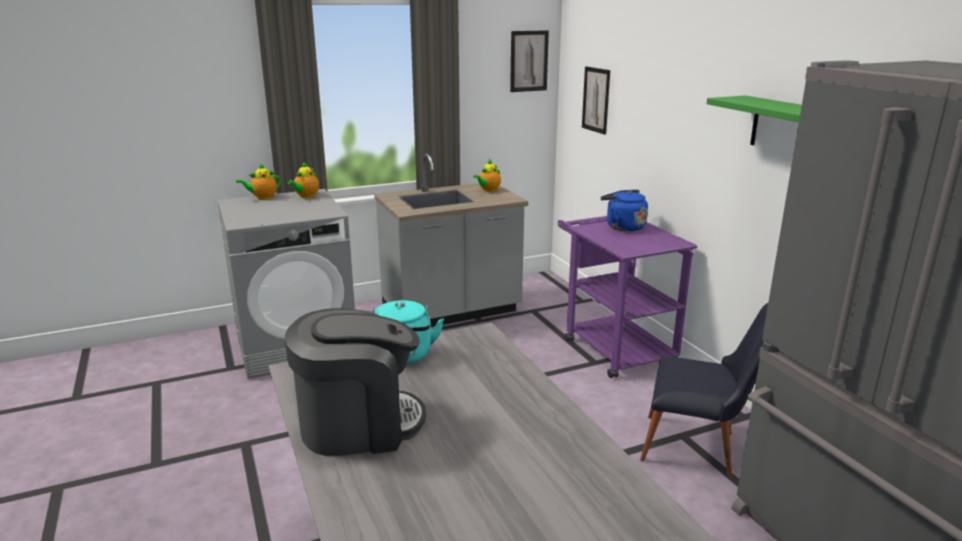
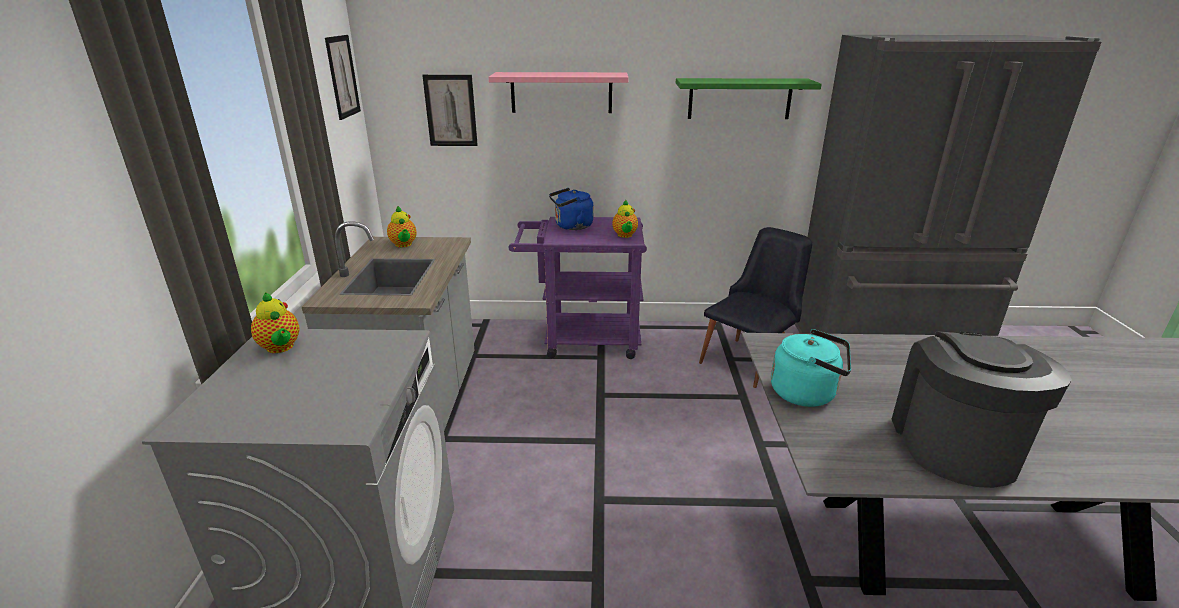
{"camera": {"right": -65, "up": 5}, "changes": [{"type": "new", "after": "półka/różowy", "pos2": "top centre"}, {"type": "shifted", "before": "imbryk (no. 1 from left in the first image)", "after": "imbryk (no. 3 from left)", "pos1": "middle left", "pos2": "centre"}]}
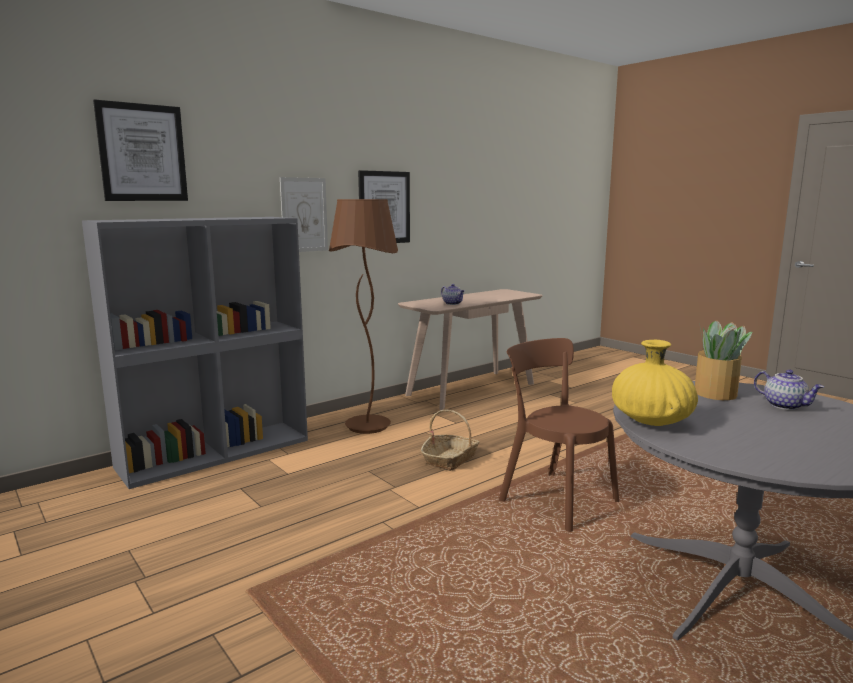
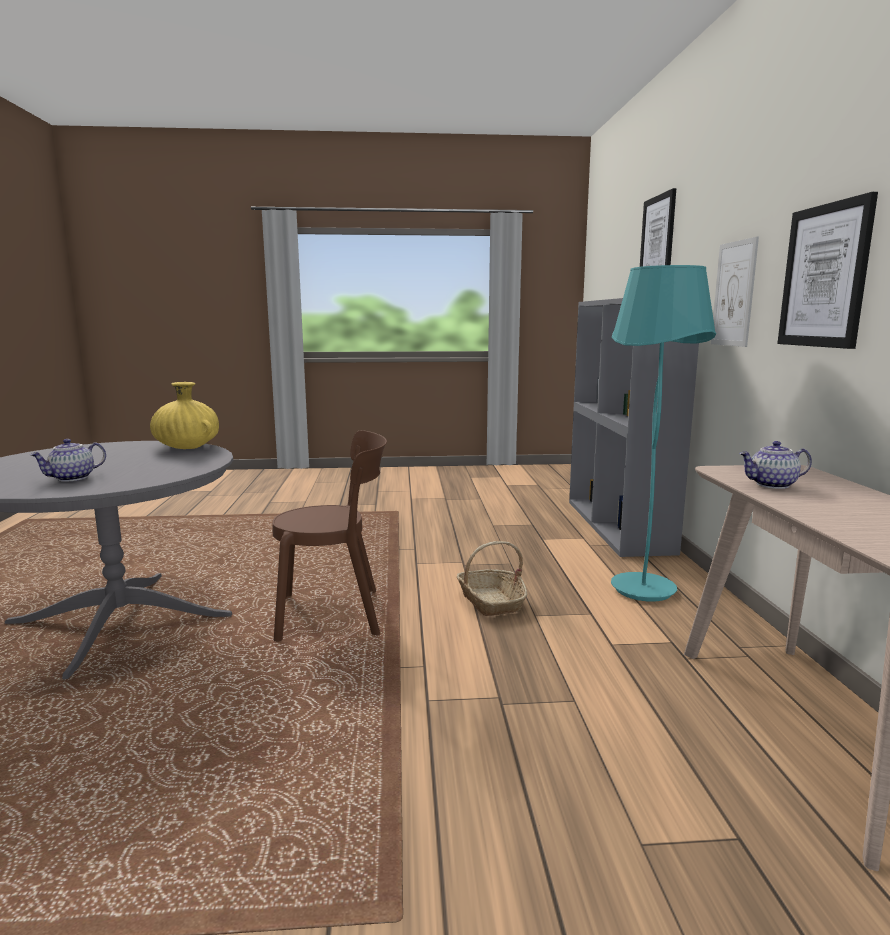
{"camera": {"right": 125, "up": 0}, "changes": [{"type": "gone", "before": "roślina doniczkowa", "pos1": "middle right"}, {"type": "repainted", "before": "lampa stojąca/brązowy", "after": "lampa stojąca/turkusowy", "pos1": "centre", "pos2": "middle right"}, {"type": "rotated", "before": "imbryk (no. 2 from left in the first image)", "pos1": "middle right", "pos2": "middle left", "turn": -45}]}
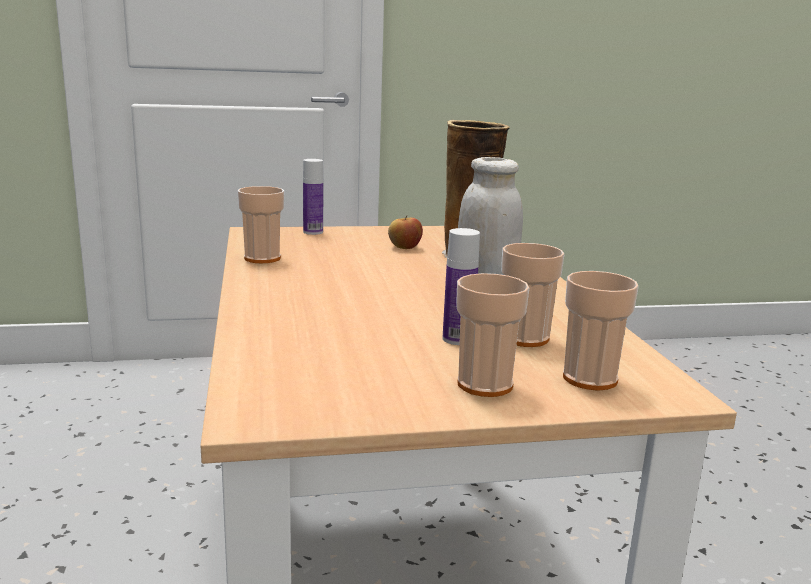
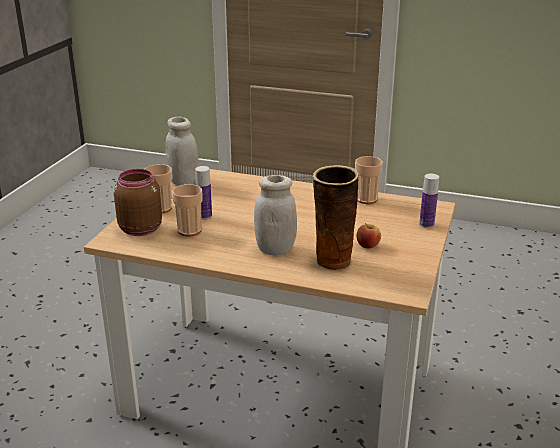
{"camera": {"right": 120, "up": 10}, "changes": [{"type": "new", "after": "słoik/biały (no. 1 from left)", "pos2": "middle left"}, {"type": "swapped", "before": "filiżanka (no. 4 from left)", "after": "słoik/brązowy", "pos1": "middle right", "pos2": "middle left"}]}
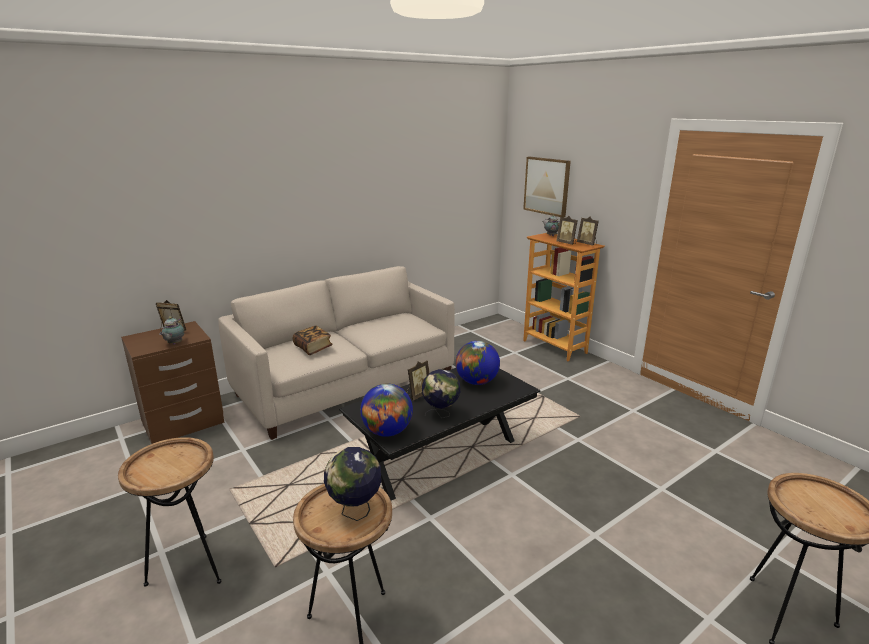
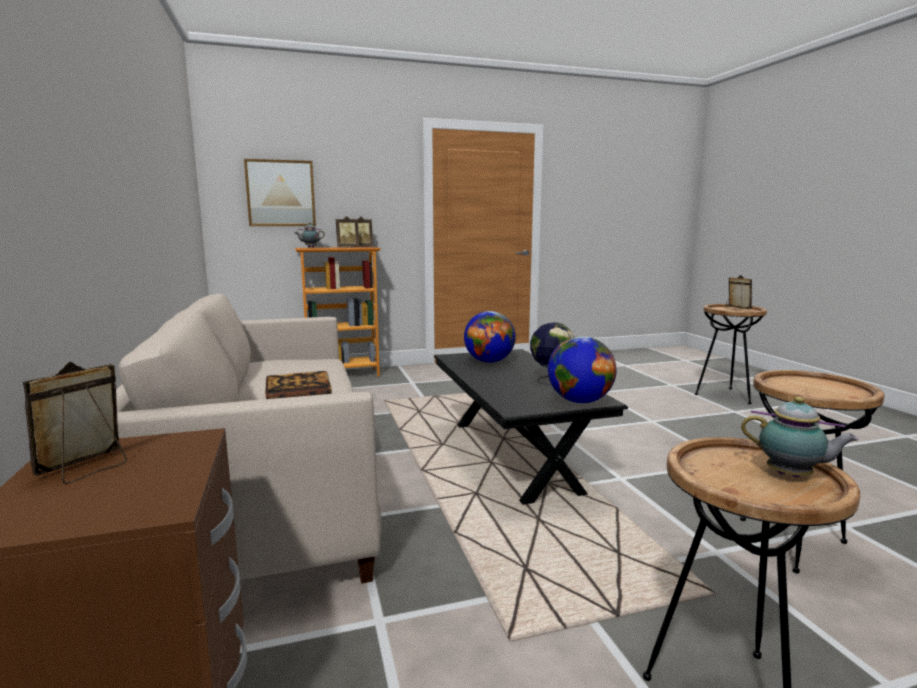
{"camera": {"right": -70, "up": -10}, "changes": [{"type": "gone", "before": "globus (no. 1 from left)", "pos1": "bottom centre"}, {"type": "shifted", "before": "imbryk (no. 1 from left in the first image)", "after": "imbryk (no. 2 from left)", "pos1": "middle left", "pos2": "middle right"}, {"type": "shifted", "before": "ramka na zdjęcie (no. 2 from left in the first image)", "after": "ramka na zdjęcie (no. 4 from left)", "pos1": "centre", "pos2": "middle right"}]}
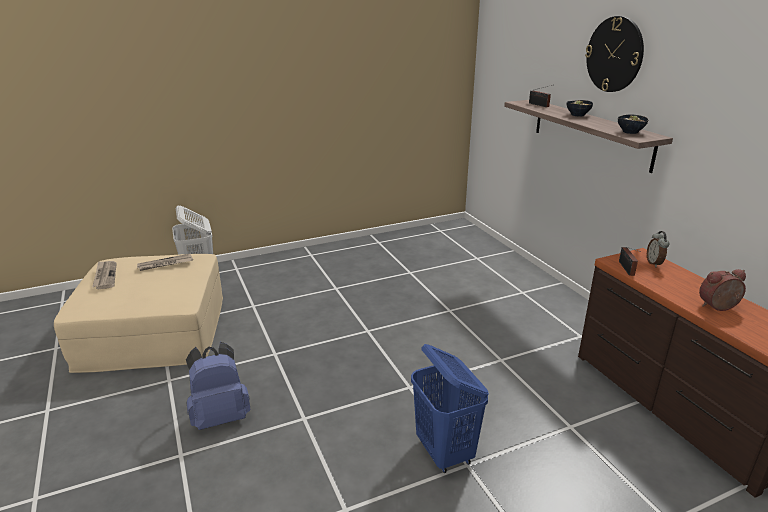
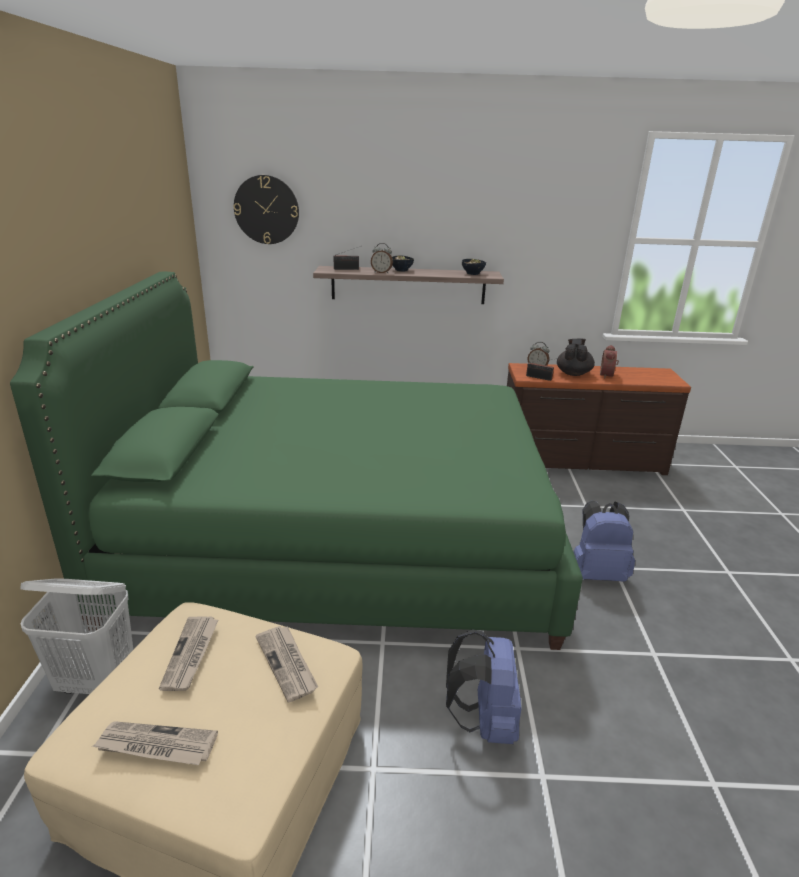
{"camera": {"right": -65, "up": 0}, "changes": [{"type": "new", "after": "łóżko/zielony", "pos2": "centre"}, {"type": "new", "after": "gazeta (no. 3 from left)", "pos2": "bottom centre"}, {"type": "new", "after": "budzik (no. 1 from left)", "pos2": "top centre"}, {"type": "new", "after": "imbryk/czarny", "pos2": "middle right"}, {"type": "shifted", "before": "zegar ścienny", "pos1": "top right", "pos2": "top left"}, {"type": "swapped", "before": "kosz na pranie/niebieski", "after": "plecak/niebieski (no. 2 from left)", "pos1": "bottom centre", "pos2": "middle right"}]}
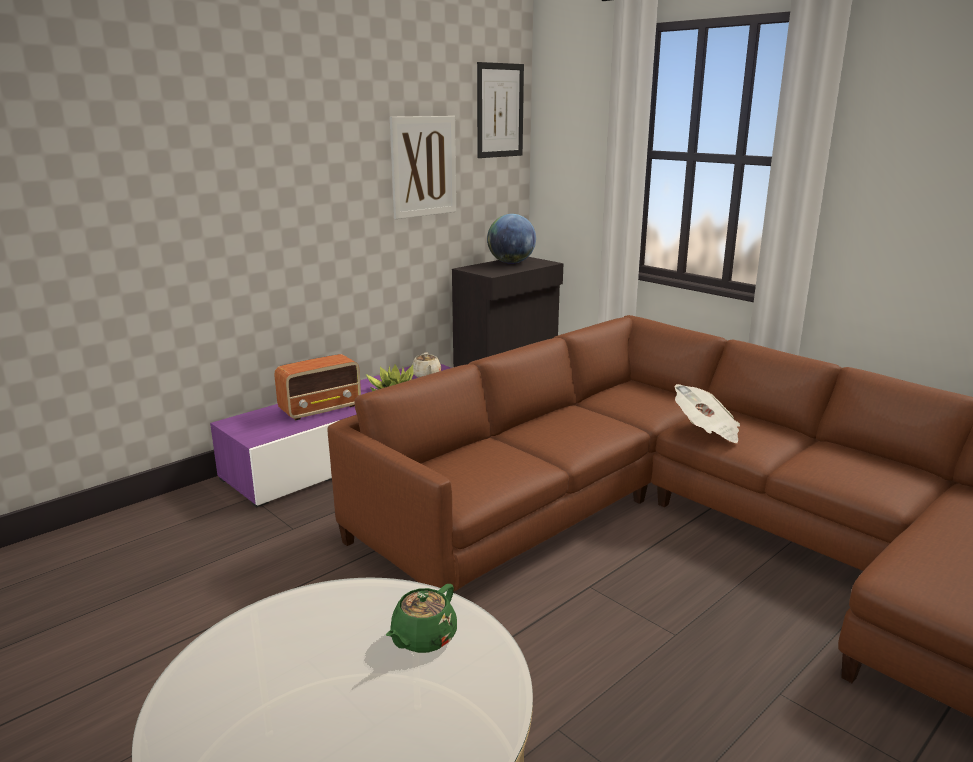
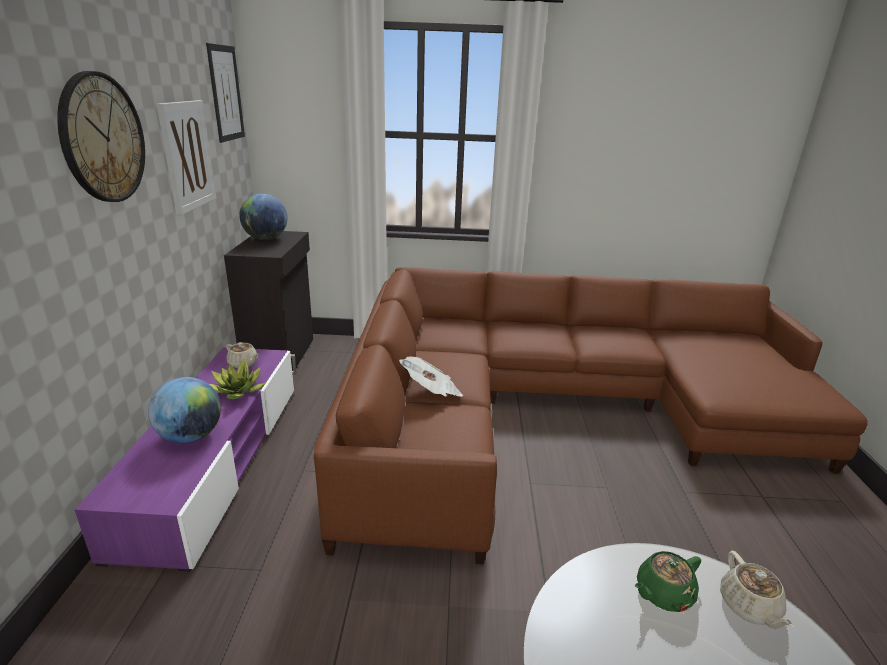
{"camera": {"right": -45, "up": 5}, "changes": [{"type": "new", "after": "zegar ścienny", "pos2": "top left"}, {"type": "new", "after": "imbryk/beżowy (no. 2 from left)", "pos2": "bottom right"}, {"type": "shifted", "before": "gazeta", "pos1": "middle right", "pos2": "centre"}, {"type": "swapped", "before": "radio", "after": "globus (no. 1 from left)", "pos1": "middle left", "pos2": "middle left"}, {"type": "rotated", "before": "imbryk/zielony", "pos1": "bottom centre", "pos2": "bottom right", "turn": 75}]}
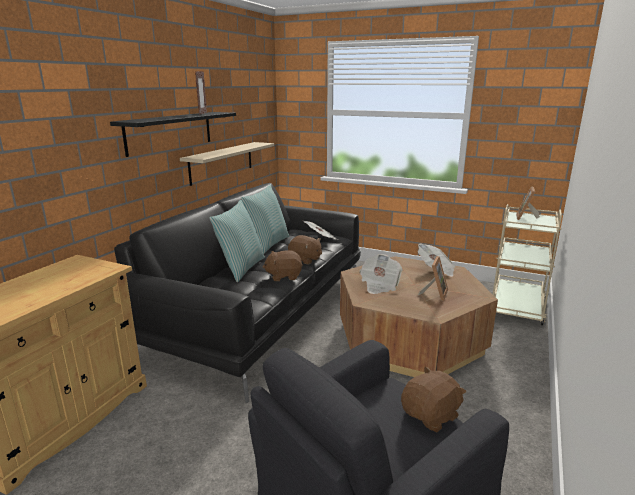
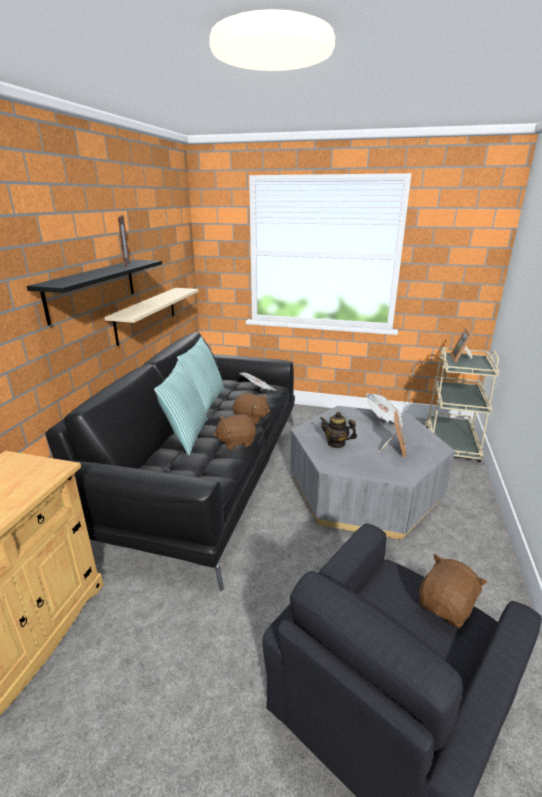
{"camera": {"right": -10, "up": 5}, "changes": [{"type": "swapped", "before": "gazeta (no. 2 from left)", "after": "imbryk", "pos1": "centre", "pos2": "centre"}, {"type": "repainted", "before": "ława/brązowy", "after": "ława/szary", "pos1": "centre", "pos2": "middle right"}]}
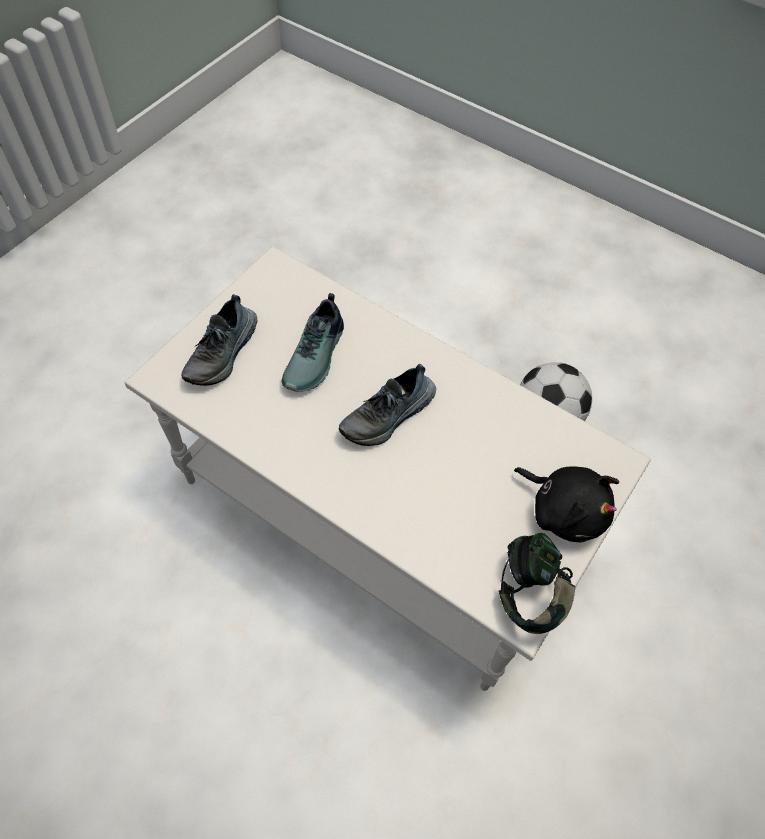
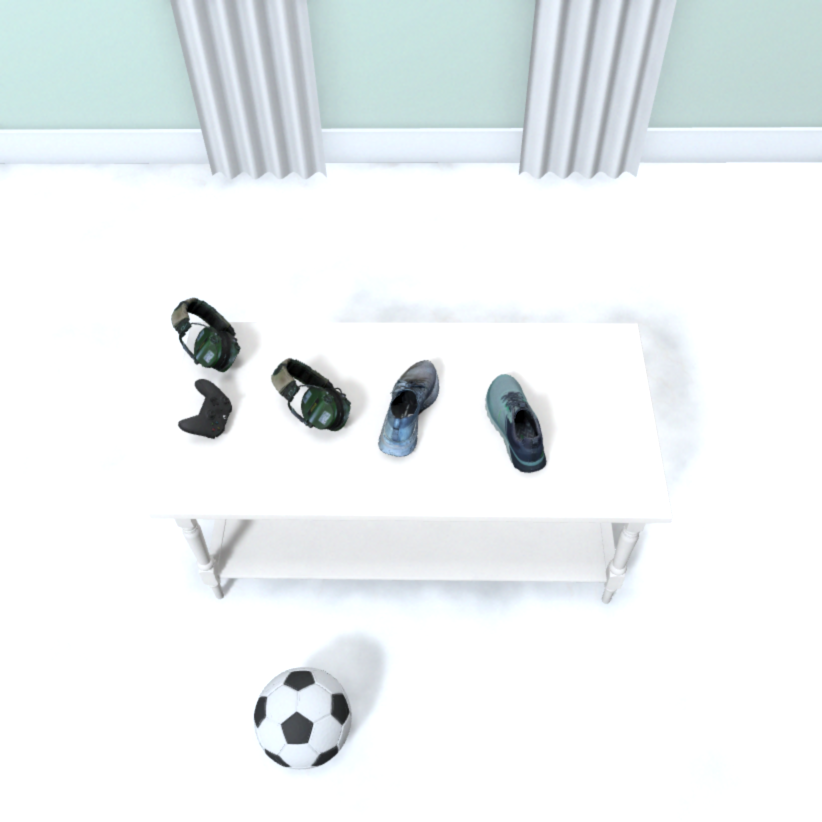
{"camera": {"right": 150, "up": -5}, "changes": [{"type": "gone", "before": "but (no. 1 from left)", "pos1": "middle left"}, {"type": "new", "after": "słuchawki (no. 2 from left)", "pos2": "centre"}, {"type": "swapped", "before": "pluszak/czarny", "after": "pad do gier/czarny", "pos1": "middle right", "pos2": "middle left"}]}
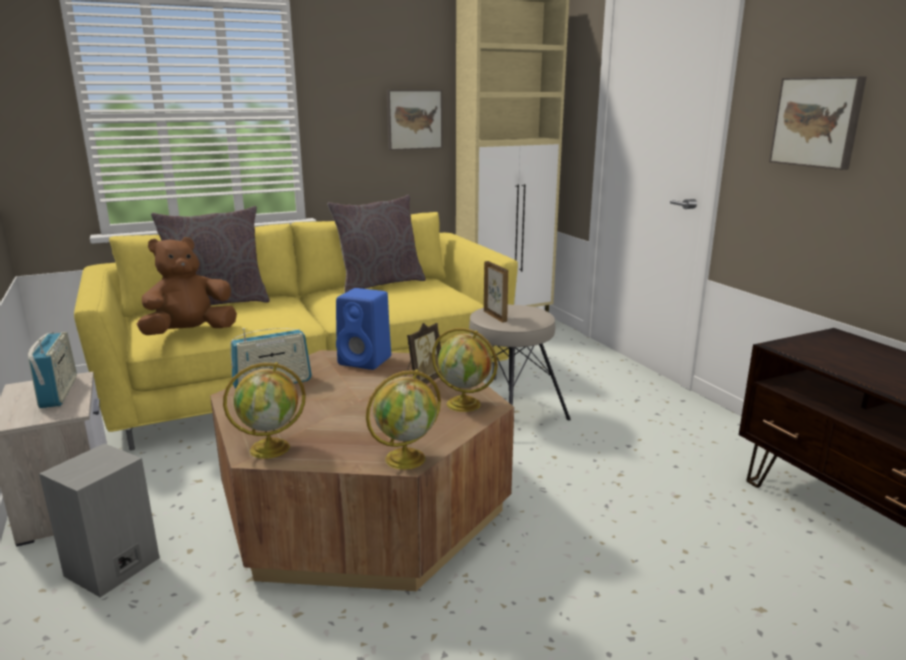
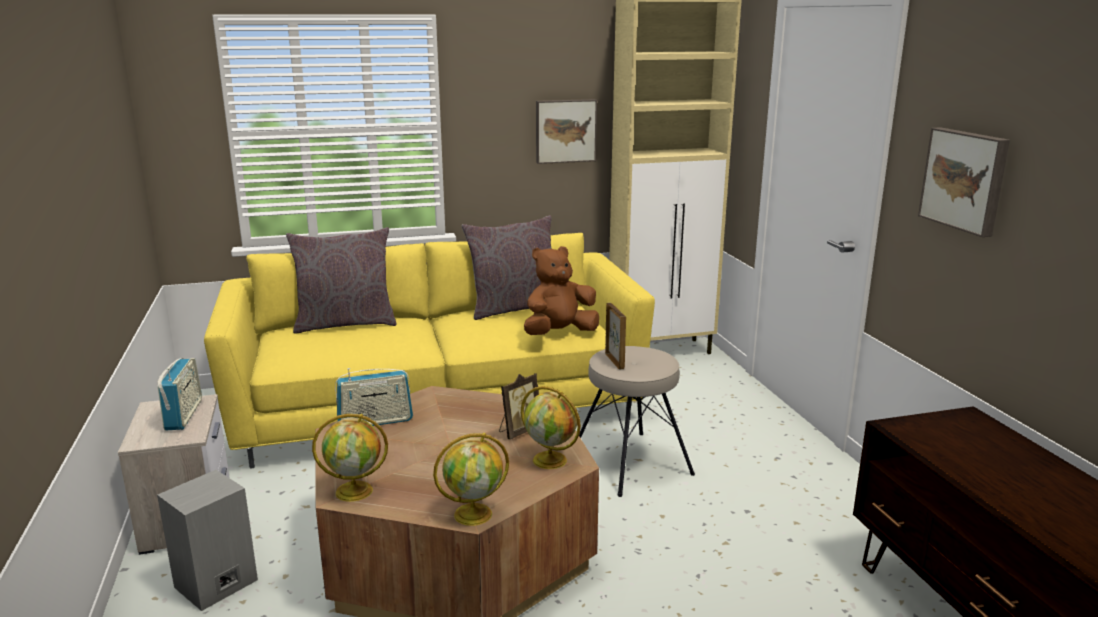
{"camera": {"right": 10, "up": 0}, "changes": [{"type": "gone", "before": "głośnik/niebieski", "pos1": "centre"}, {"type": "shifted", "before": "pluszak/brązowy", "pos1": "middle left", "pos2": "centre"}]}
